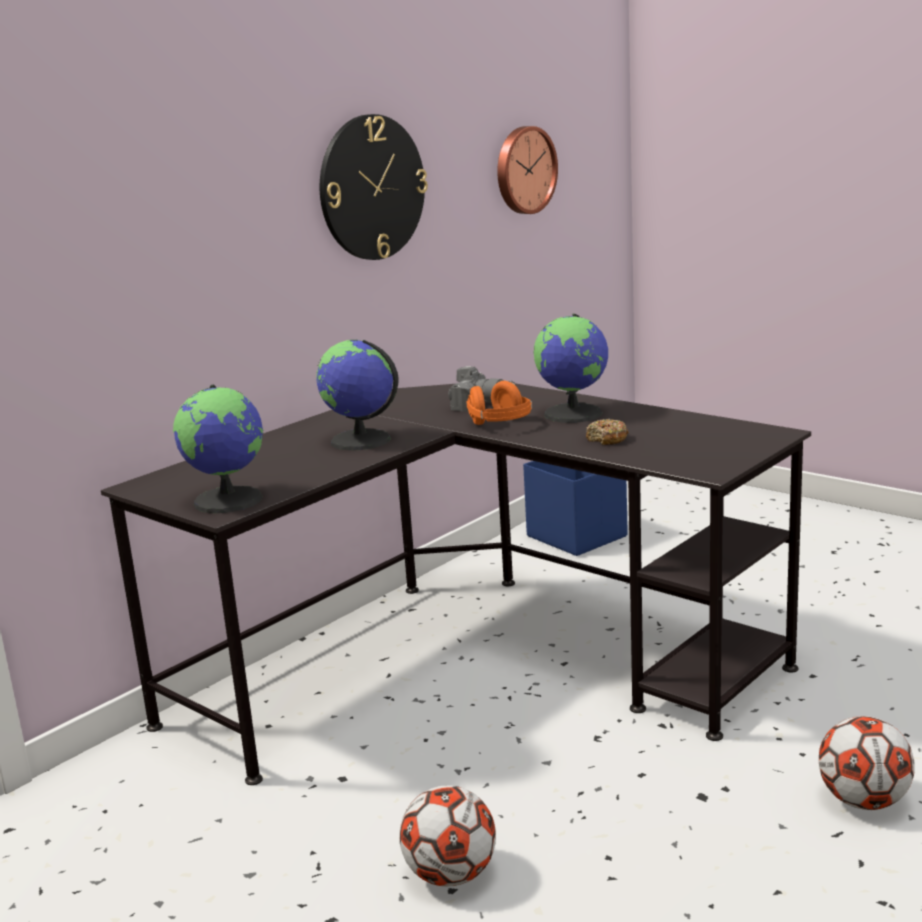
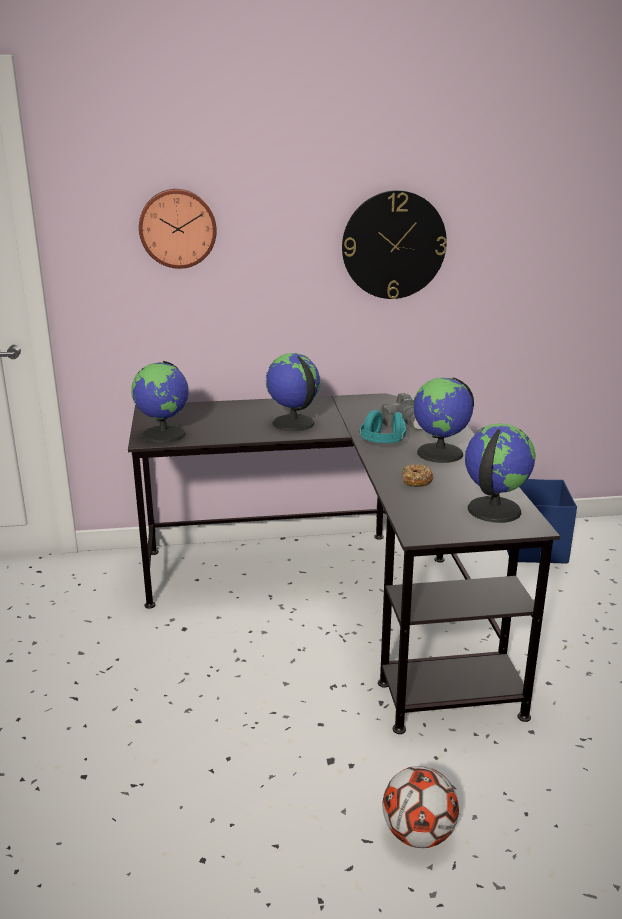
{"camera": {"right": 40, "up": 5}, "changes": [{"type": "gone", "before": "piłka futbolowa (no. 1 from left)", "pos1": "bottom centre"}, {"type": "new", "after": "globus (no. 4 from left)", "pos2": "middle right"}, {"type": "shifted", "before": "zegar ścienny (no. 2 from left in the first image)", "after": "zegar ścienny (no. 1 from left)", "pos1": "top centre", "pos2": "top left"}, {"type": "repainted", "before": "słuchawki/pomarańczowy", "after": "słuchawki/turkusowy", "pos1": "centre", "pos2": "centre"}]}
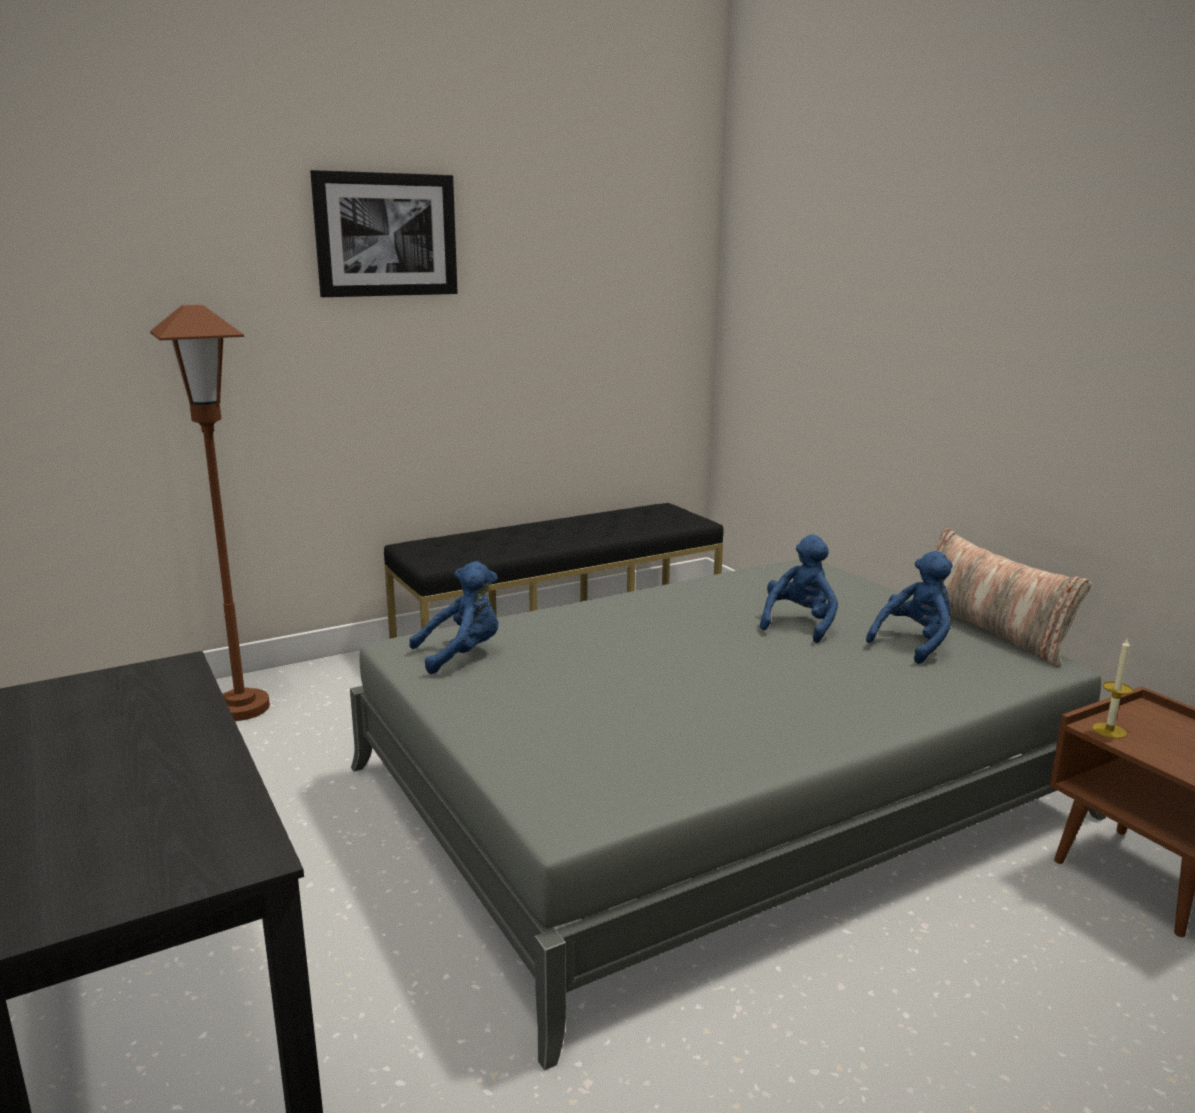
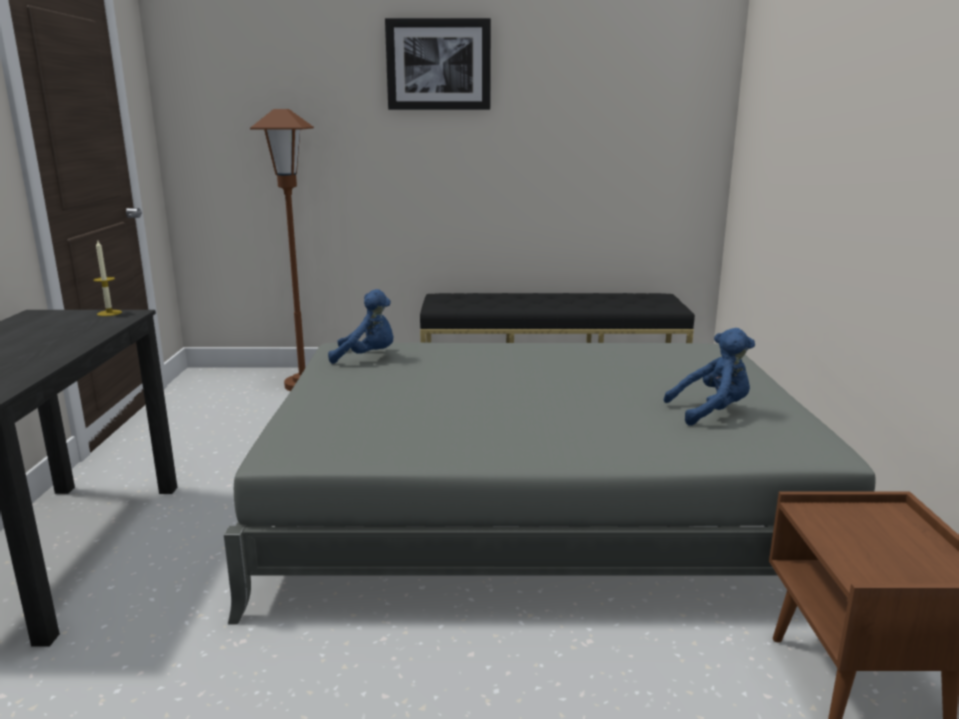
{"camera": {"right": 30, "up": 0}, "changes": [{"type": "gone", "before": "pluszak/niebieski (no. 2 from left)", "pos1": "middle right"}, {"type": "gone", "before": "poduszka", "pos1": "middle right"}, {"type": "shifted", "before": "świeca", "pos1": "middle right", "pos2": "middle left"}]}
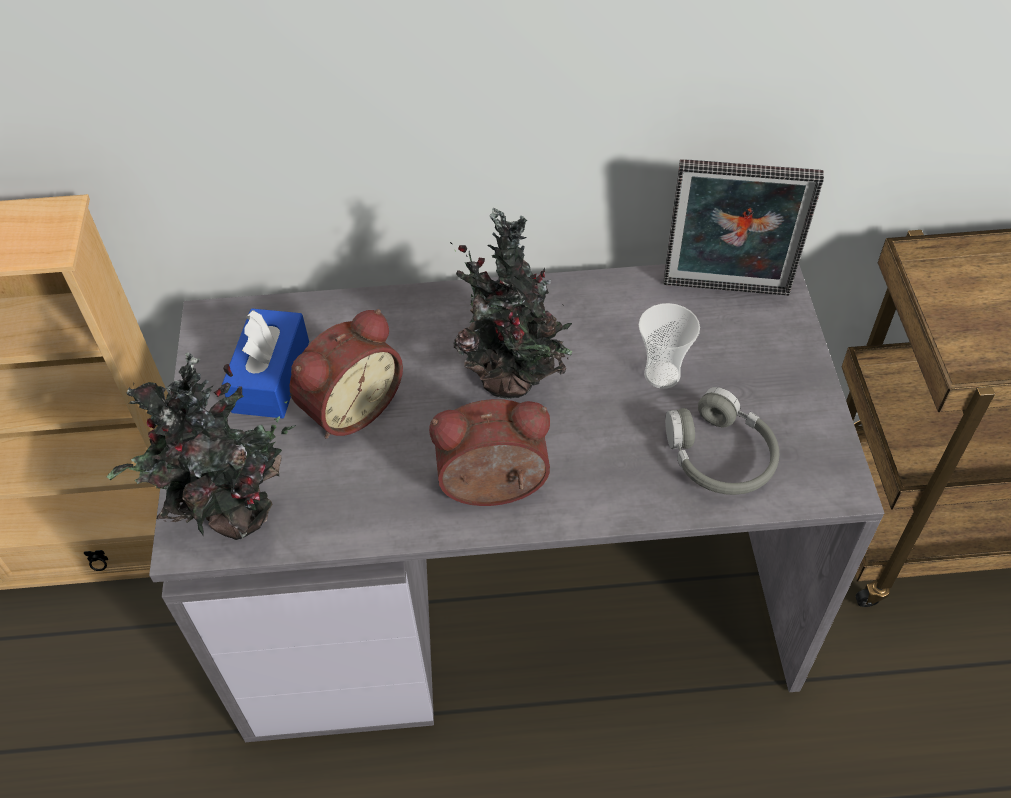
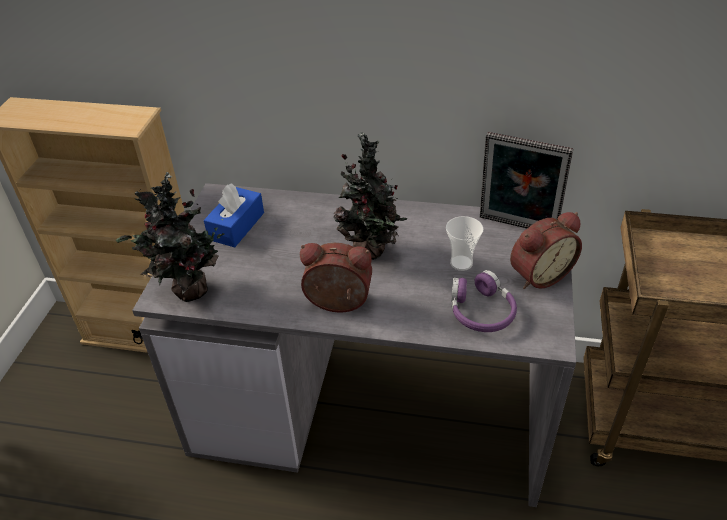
{"camera": {"right": 15, "up": -10}, "changes": [{"type": "shifted", "before": "budzik (no. 1 from left in the first image)", "after": "budzik (no. 2 from left)", "pos1": "centre", "pos2": "middle right"}, {"type": "repainted", "before": "słuchawki/szary", "after": "słuchawki/fioletowy", "pos1": "middle right", "pos2": "centre"}]}
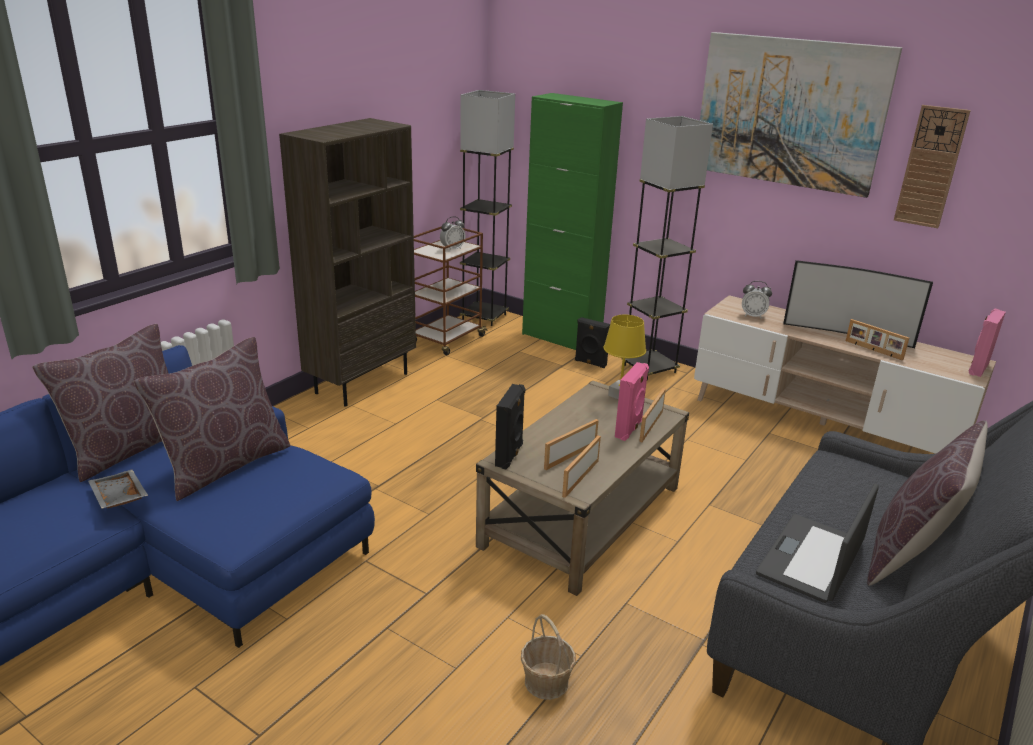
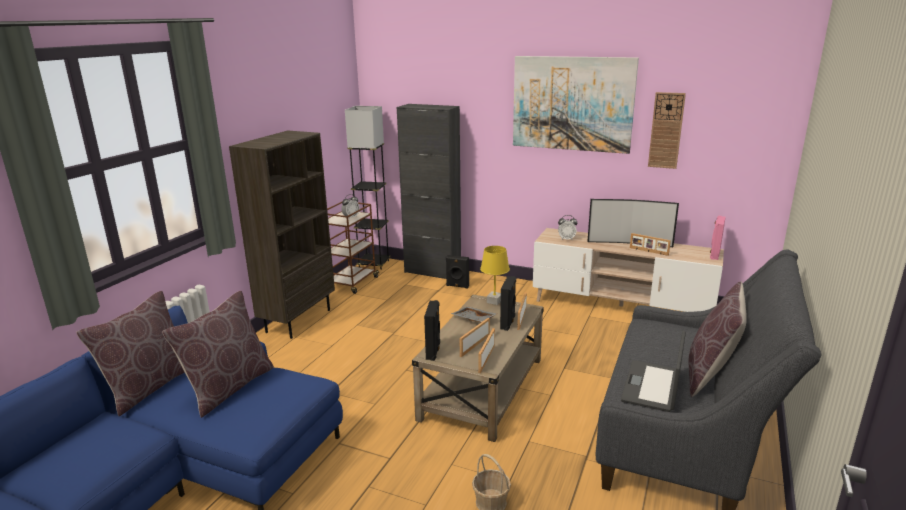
{"camera": {"right": -10, "up": -5}, "changes": [{"type": "gone", "before": "lampa stojąca/szary (no. 2 from left)", "pos1": "top centre"}, {"type": "shifted", "before": "taca/szary", "pos1": "middle left", "pos2": "centre"}, {"type": "repainted", "before": "szafka/zielony", "after": "szafka/czarny", "pos1": "top centre", "pos2": "centre"}, {"type": "repainted", "before": "głośnik/różowy (no. 1 from left)", "after": "głośnik/czarny (no. 3 from left)", "pos1": "centre", "pos2": "centre"}]}
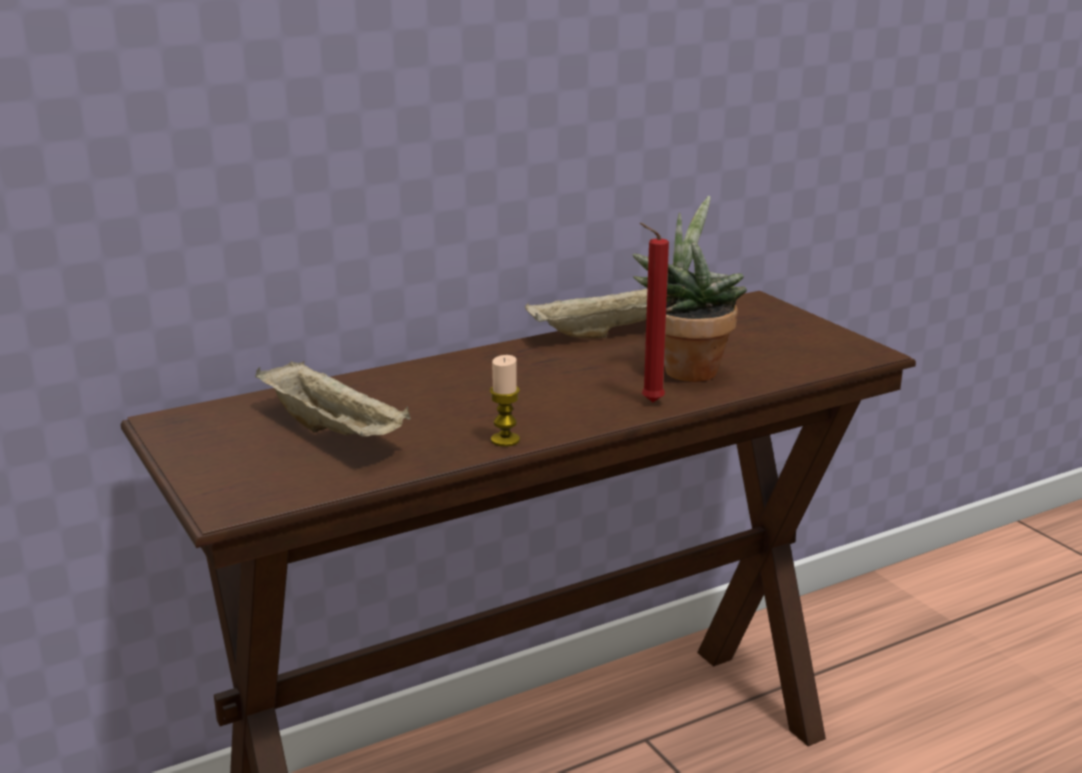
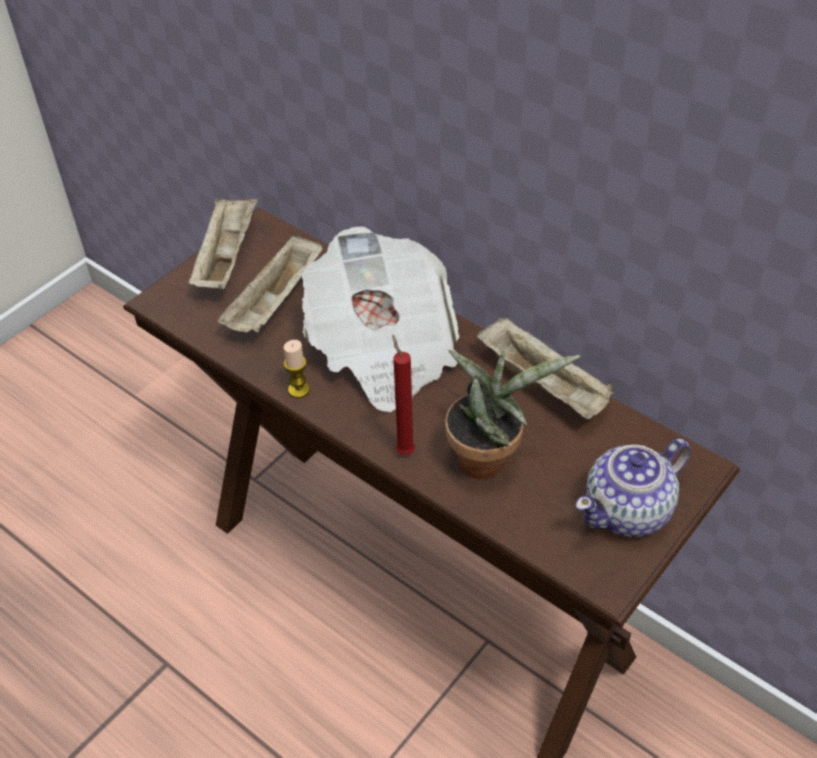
{"camera": {"right": 70, "up": 25}, "changes": [{"type": "new", "after": "taca/beżowy (no. 1 from left)", "pos2": "top left"}, {"type": "new", "after": "gazeta", "pos2": "centre"}, {"type": "new", "after": "imbryk", "pos2": "middle right"}]}
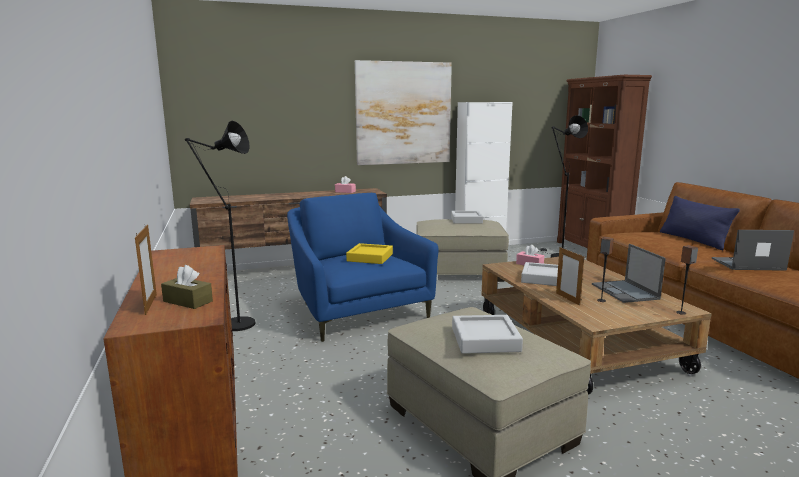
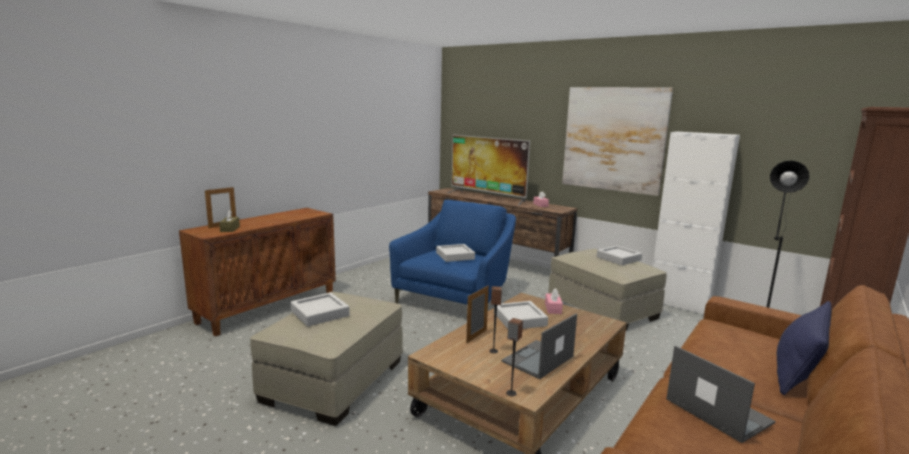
{"camera": {"right": 55, "up": 0}, "changes": [{"type": "gone", "before": "lampa stojąca/czarny (no. 1 from left)", "pos1": "middle left"}, {"type": "new", "after": "telewizor", "pos2": "centre"}, {"type": "repainted", "before": "taca/żółty", "after": "taca/szary (no. 2 from left)", "pos1": "centre", "pos2": "centre"}]}
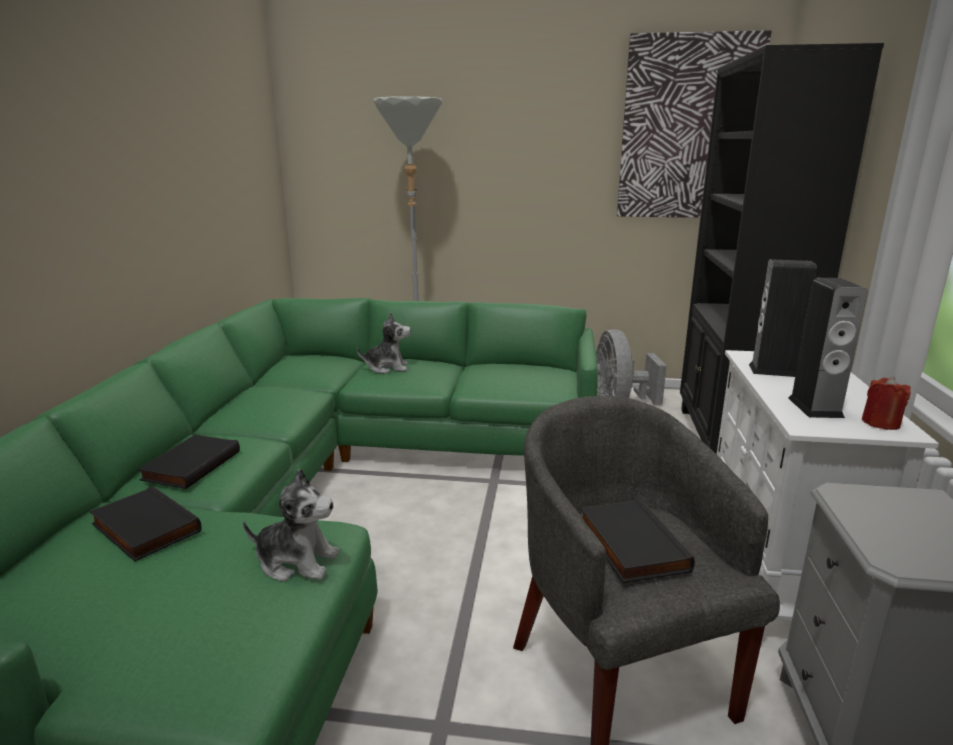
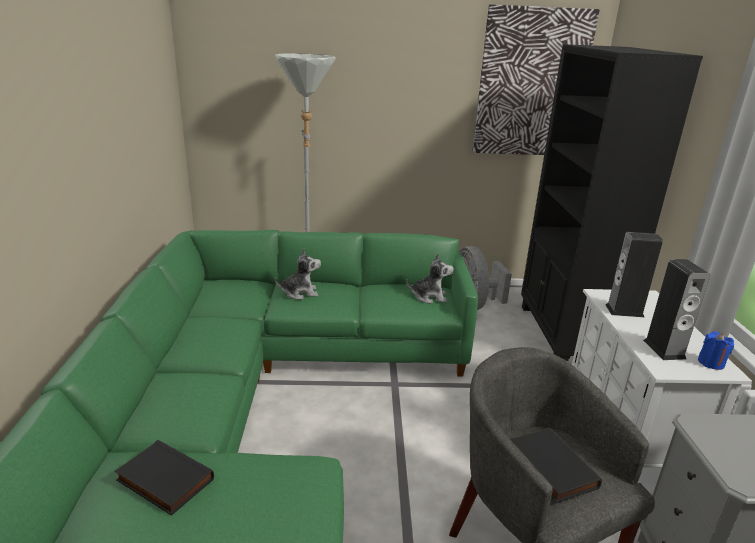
{"camera": {"right": -10, "up": 5}, "changes": [{"type": "gone", "before": "książka/czarny (no. 2 from left)", "pos1": "middle left"}, {"type": "shifted", "before": "pluszak (no. 1 from left in the first image)", "after": "pluszak (no. 2 from left)", "pos1": "bottom left", "pos2": "centre"}, {"type": "repainted", "before": "świeca/czerwony", "after": "świeca/niebieski", "pos1": "middle right", "pos2": "middle right"}]}
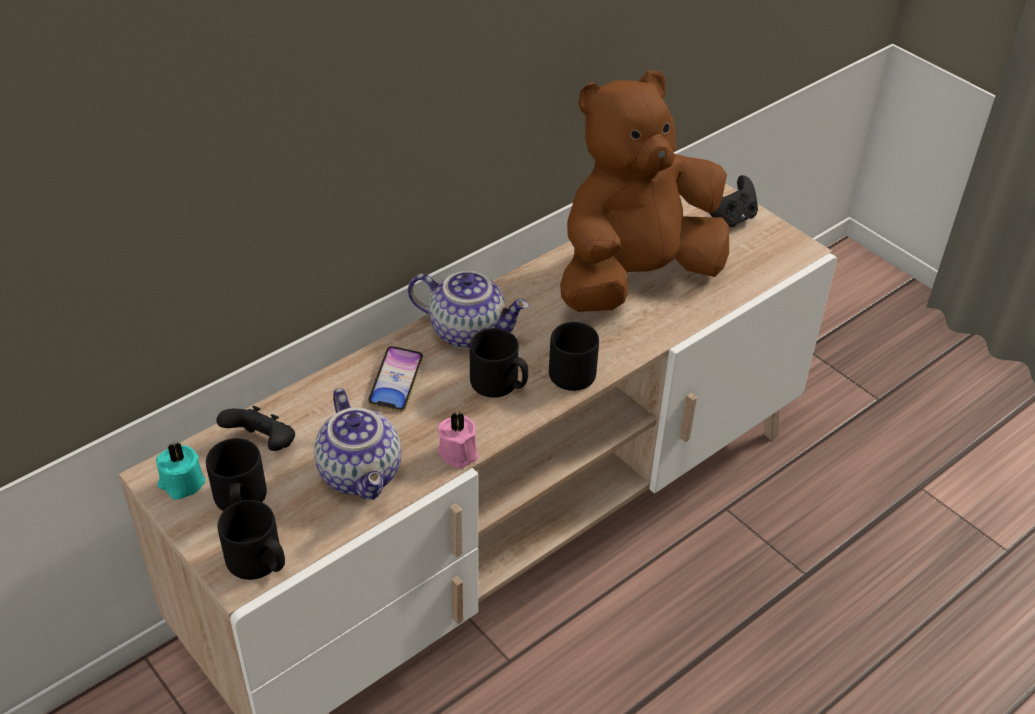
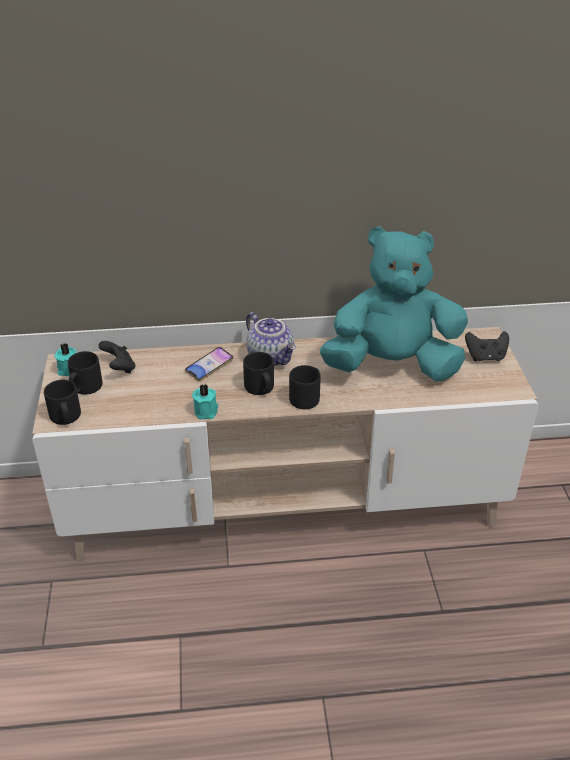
{"camera": {"right": 35, "up": -5}, "changes": [{"type": "gone", "before": "imbryk (no. 1 from left)", "pos1": "centre"}, {"type": "repainted", "before": "świeca/różowy", "after": "świeca/turkusowy (no. 2 from left)", "pos1": "centre", "pos2": "centre"}, {"type": "repainted", "before": "pluszak/brązowy", "after": "pluszak/turkusowy", "pos1": "top centre", "pos2": "middle right"}]}
